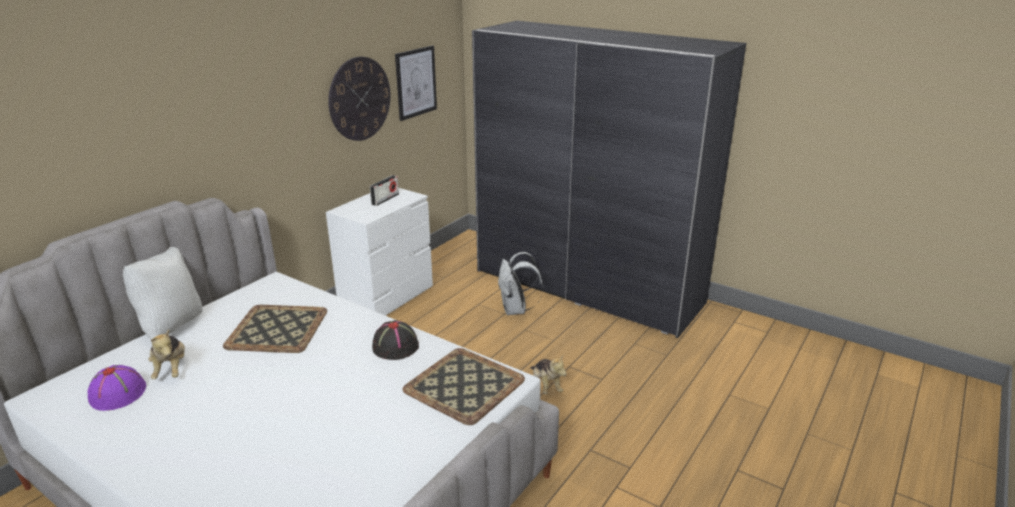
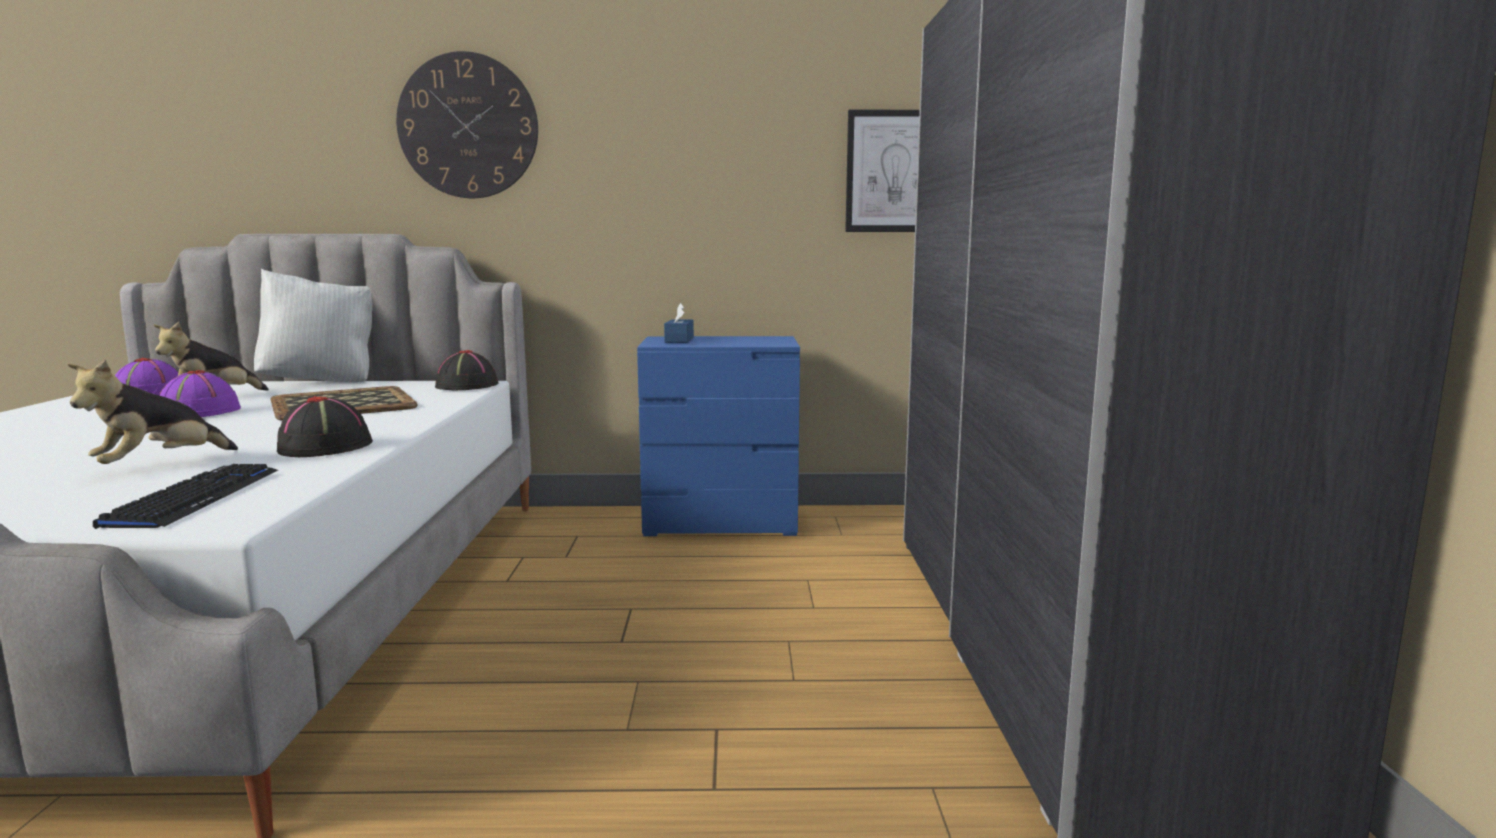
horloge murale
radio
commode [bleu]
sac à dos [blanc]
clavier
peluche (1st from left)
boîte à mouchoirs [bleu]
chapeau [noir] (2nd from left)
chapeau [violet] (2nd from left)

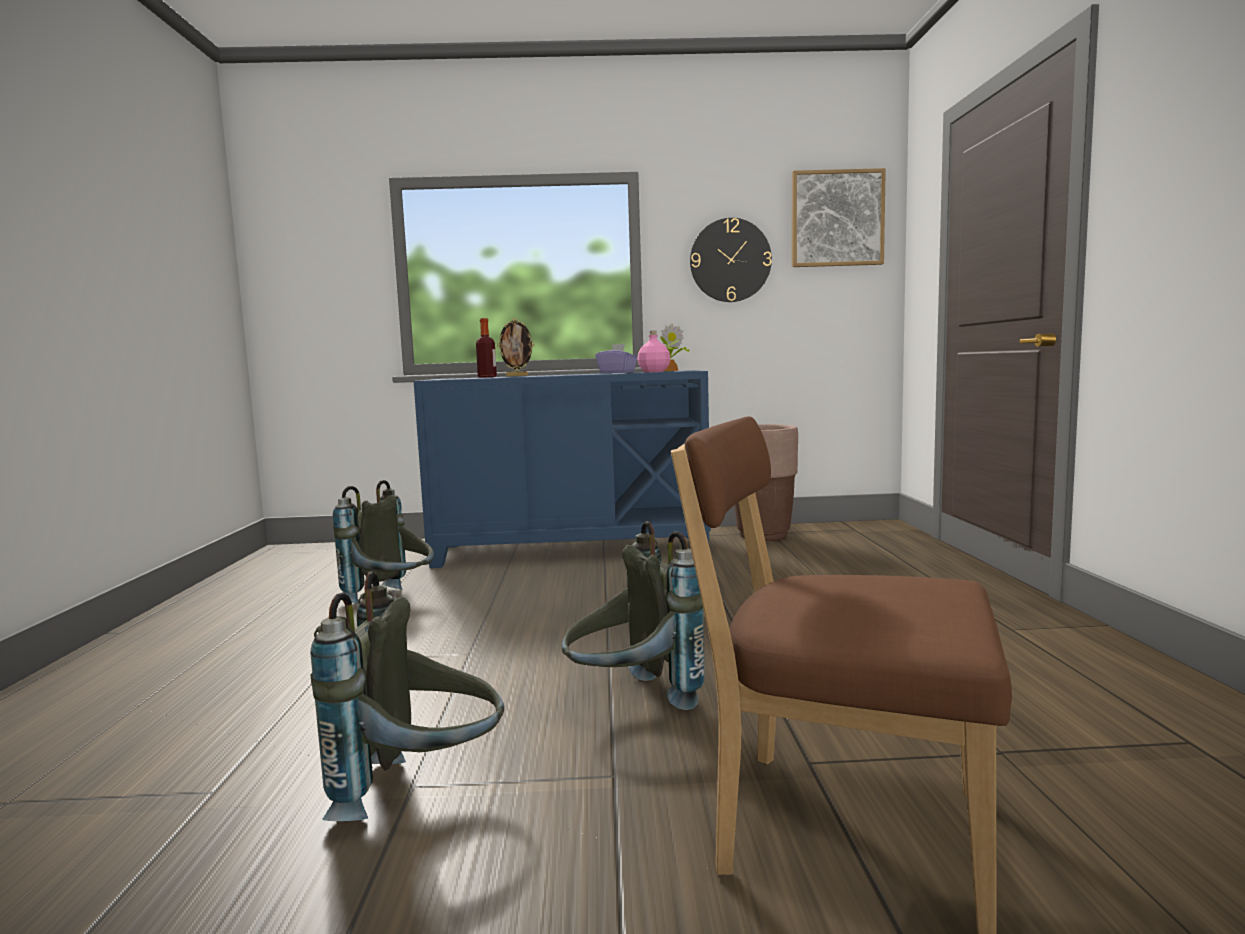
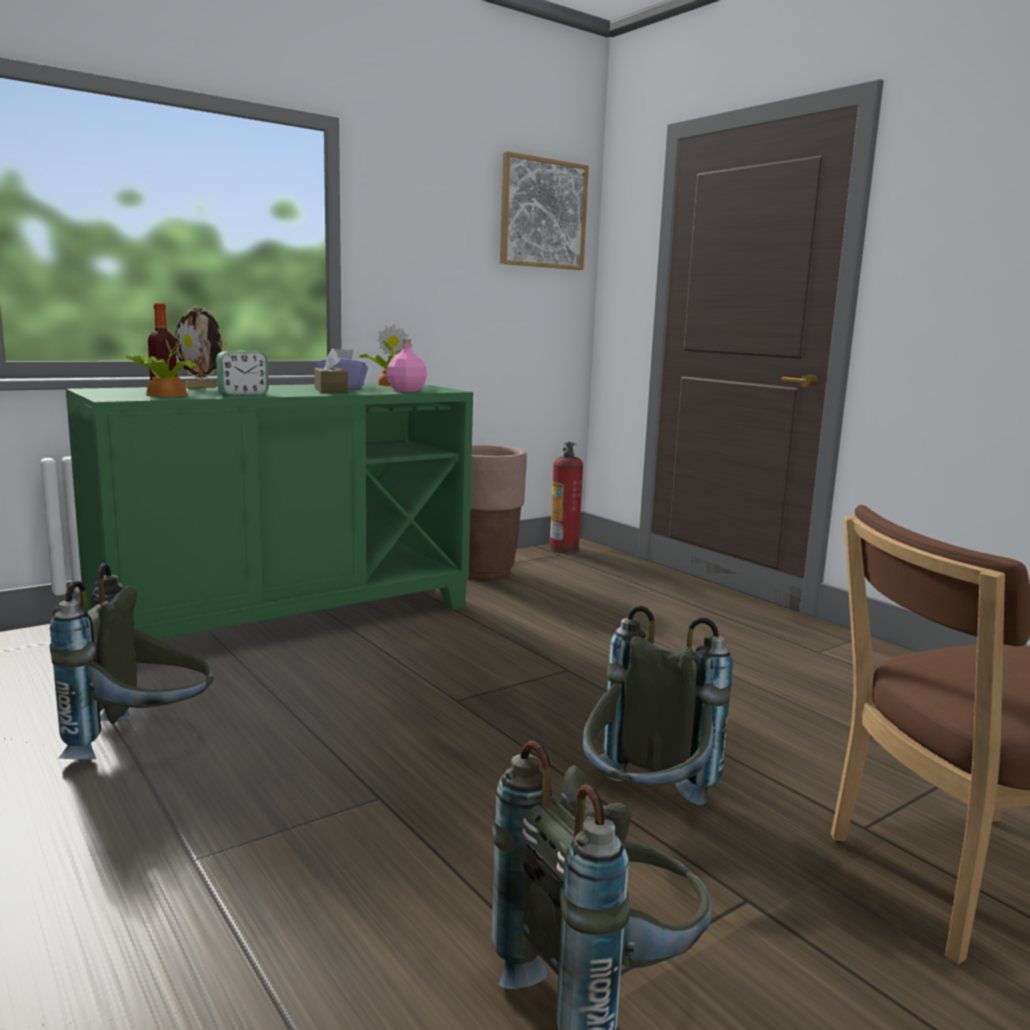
horloge murale
meuble de rangement [vert]
plante en pot (1st from left)
boîte à mouchoirs [marron]
réveil
extincteur

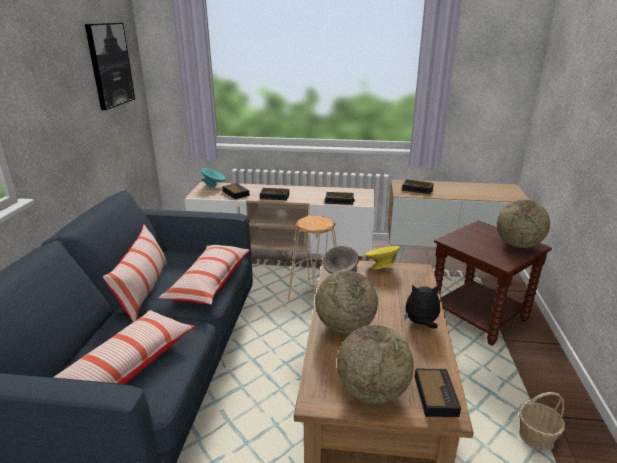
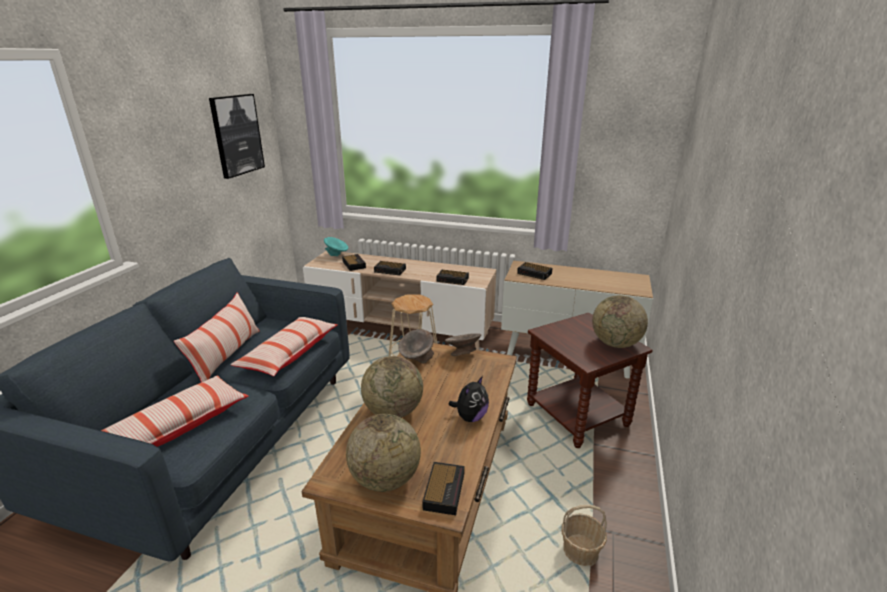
bol [gris] (2nd from left)
peluche

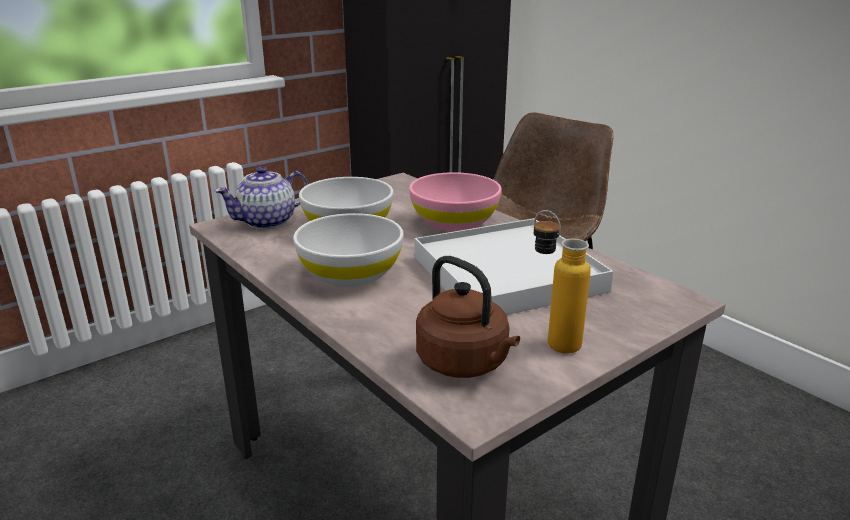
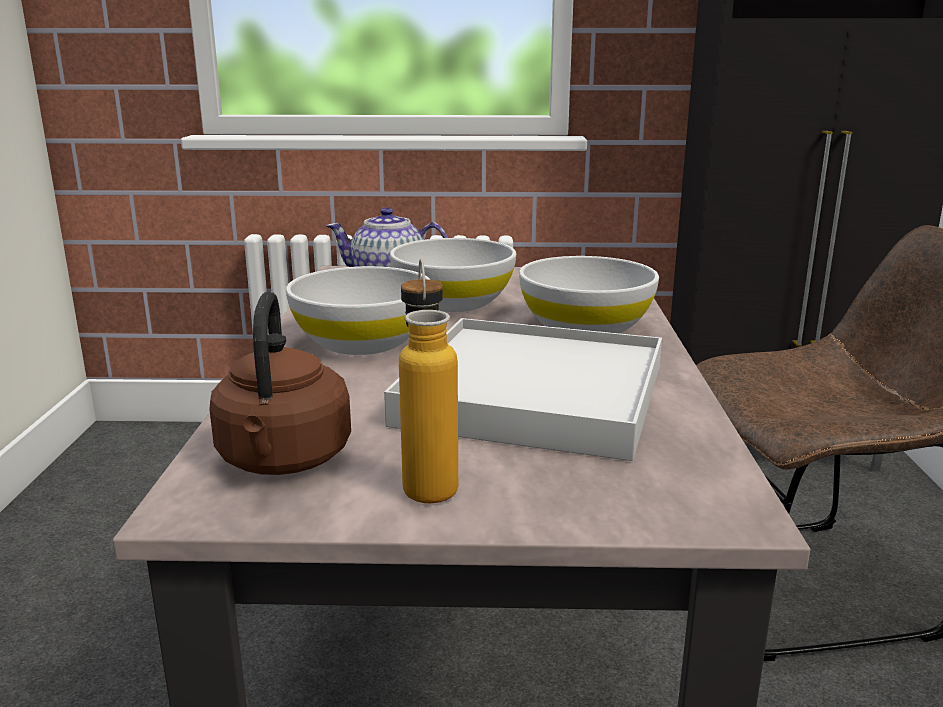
bol [blanc] (3rd from left)

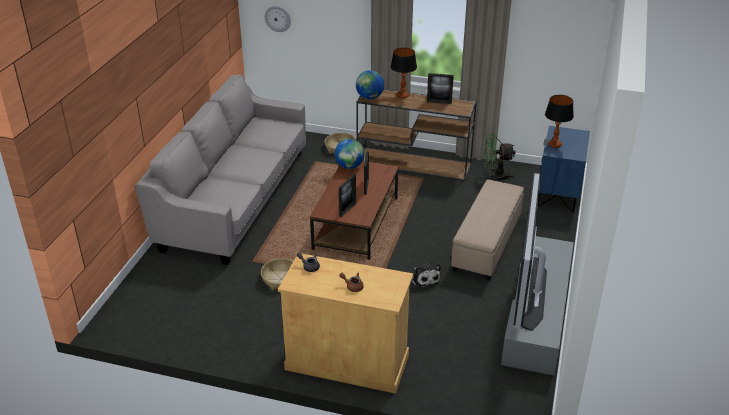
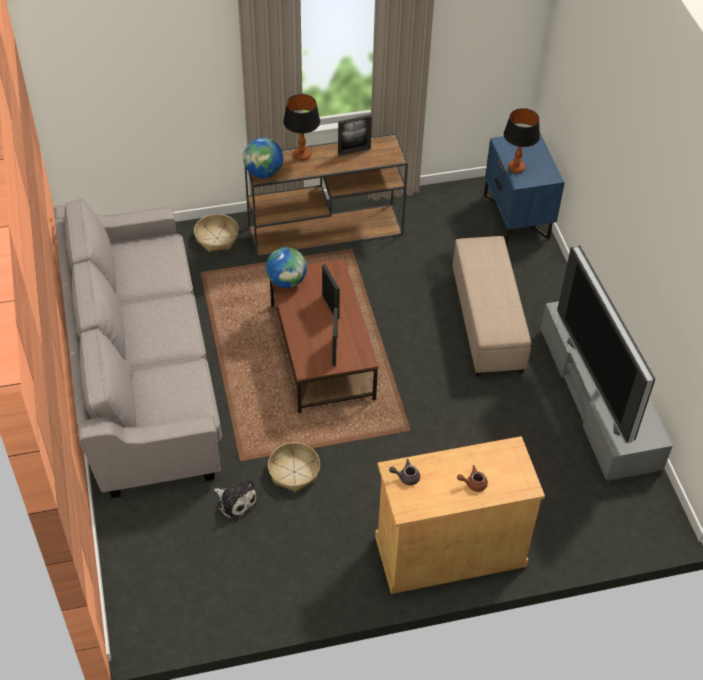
horloge murale
ventilateur [vert]
peluche

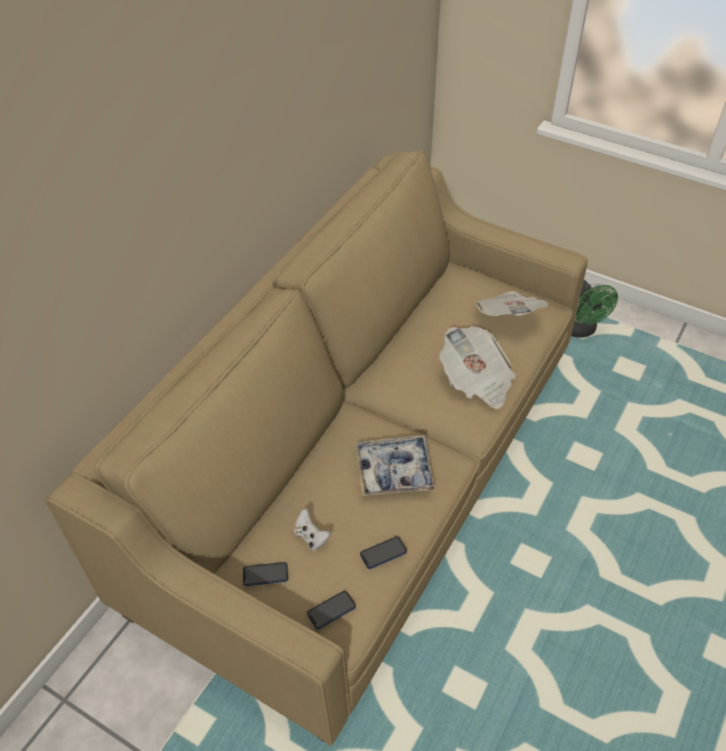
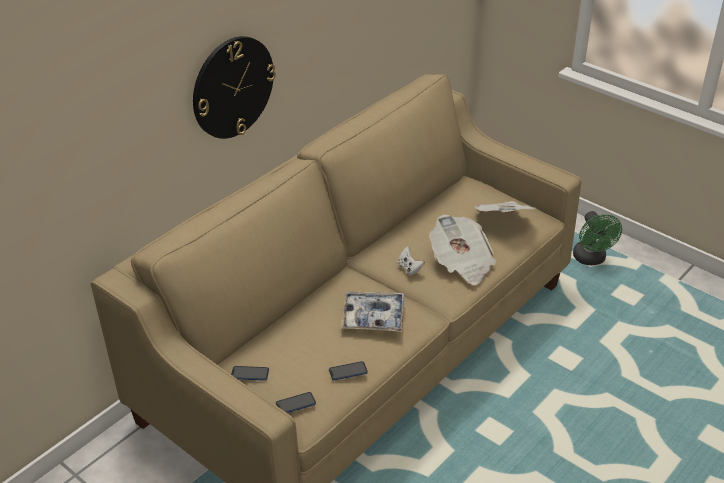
manette [blanc]
horloge murale

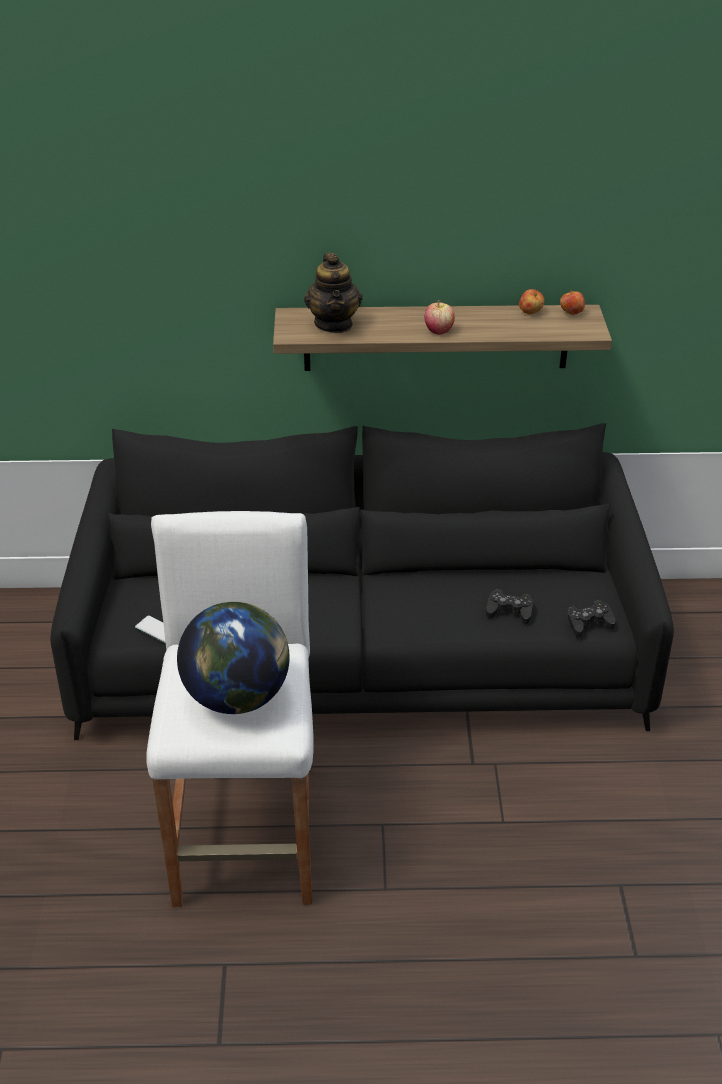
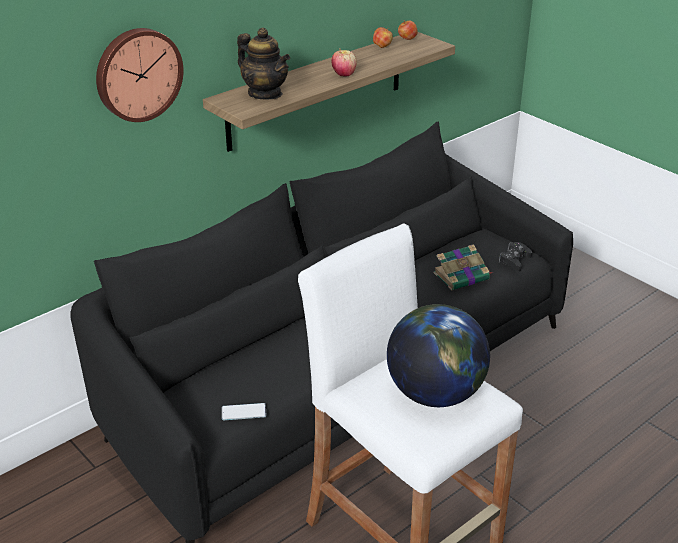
livre
horloge murale

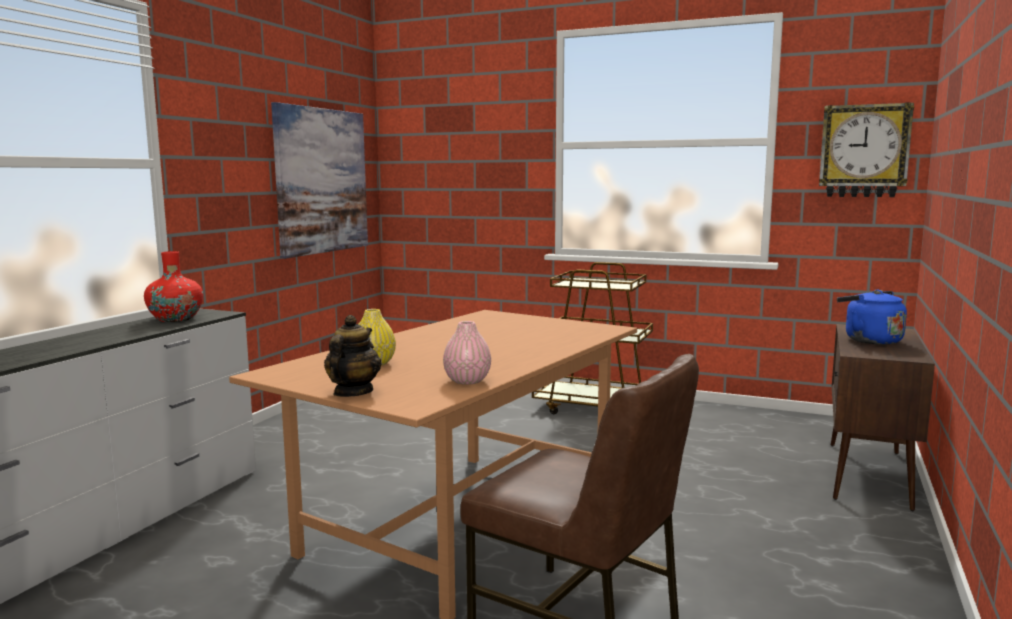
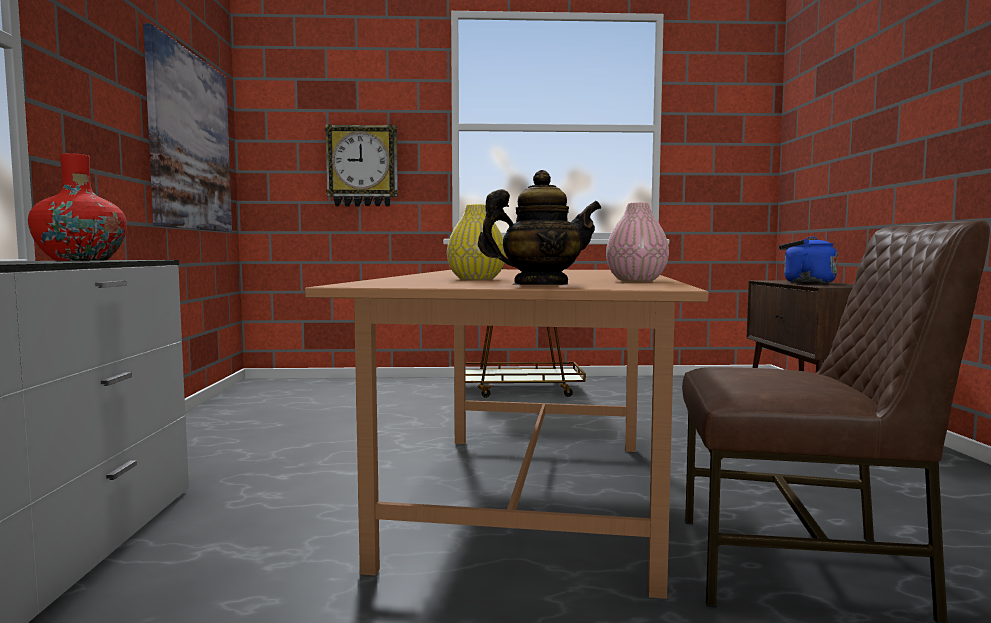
horloge murale
théière

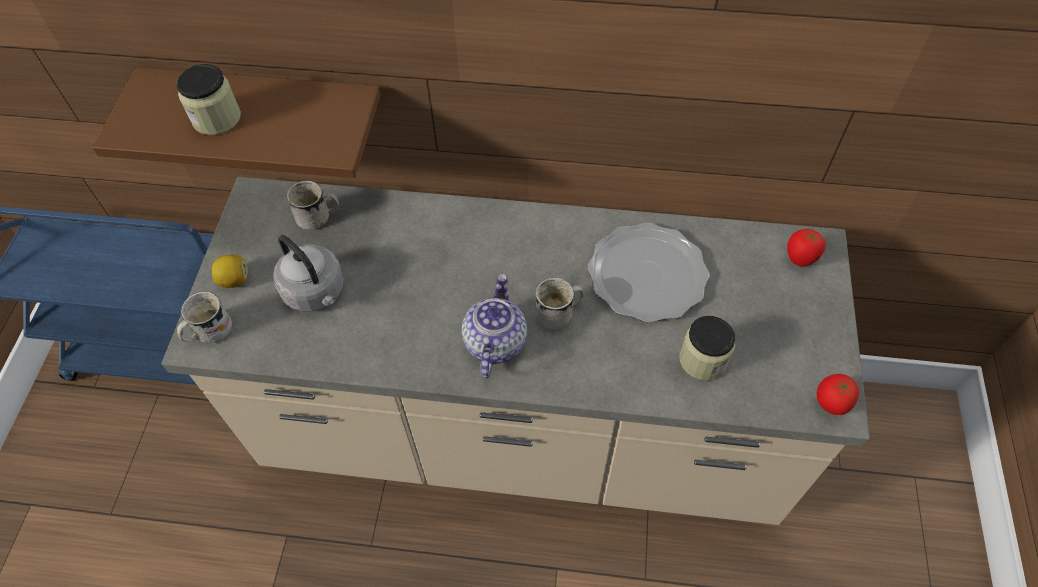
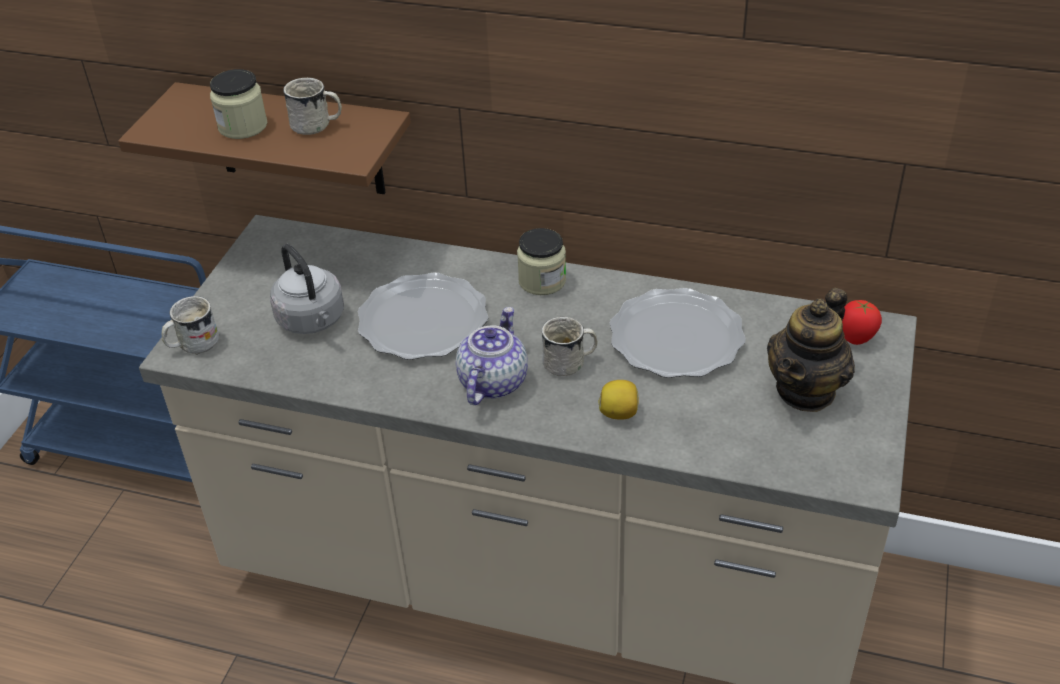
mug [blanc] (2nd from left)
citron
bocal (2nd from left)
tomate (2nd from left in the first image)
assiette (1st from left)
théière (2nd from left)

